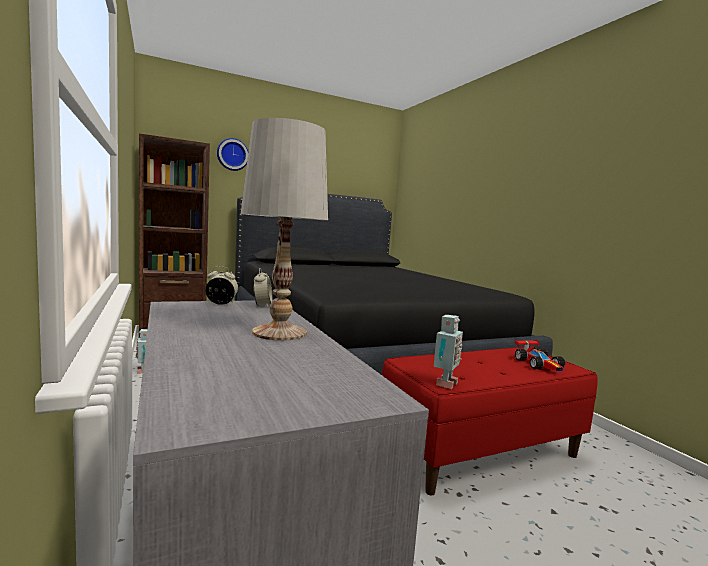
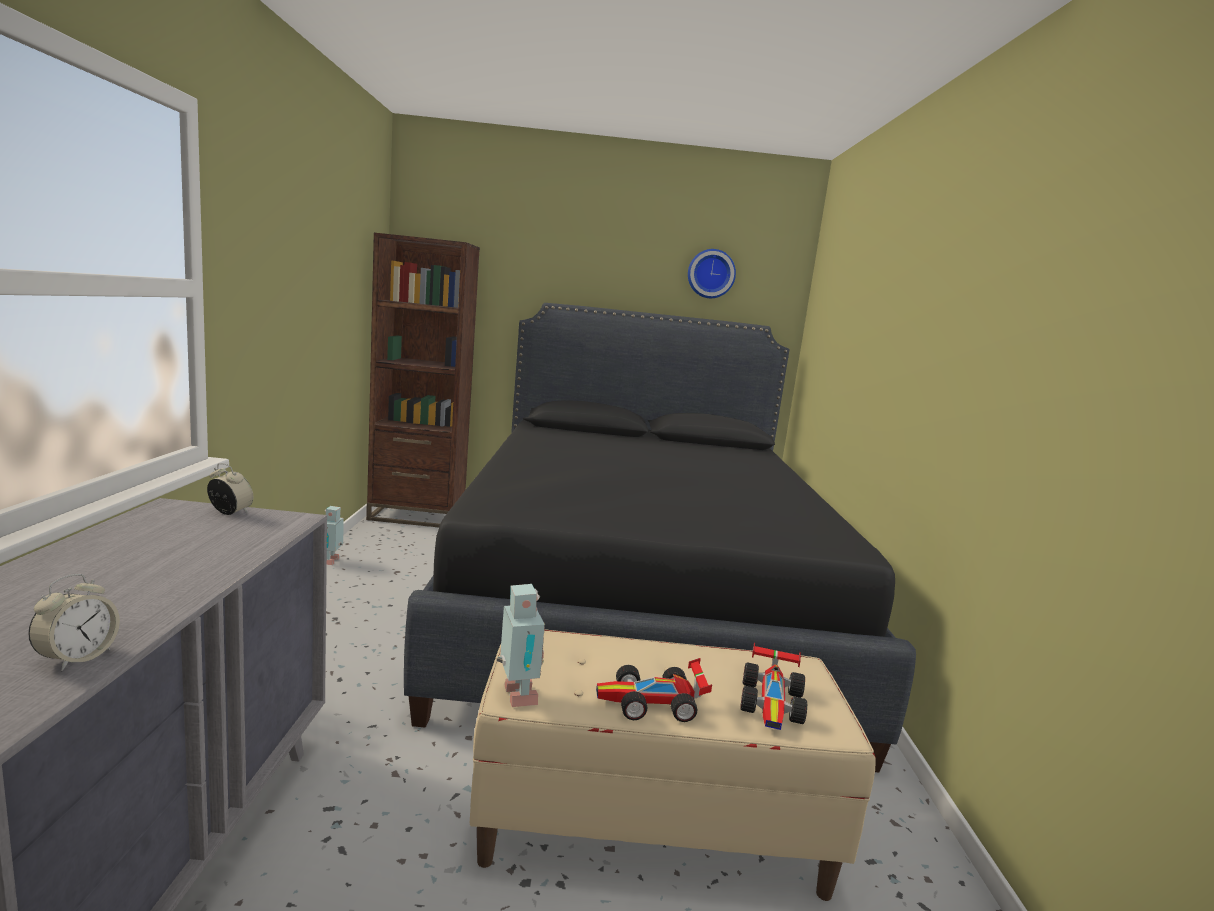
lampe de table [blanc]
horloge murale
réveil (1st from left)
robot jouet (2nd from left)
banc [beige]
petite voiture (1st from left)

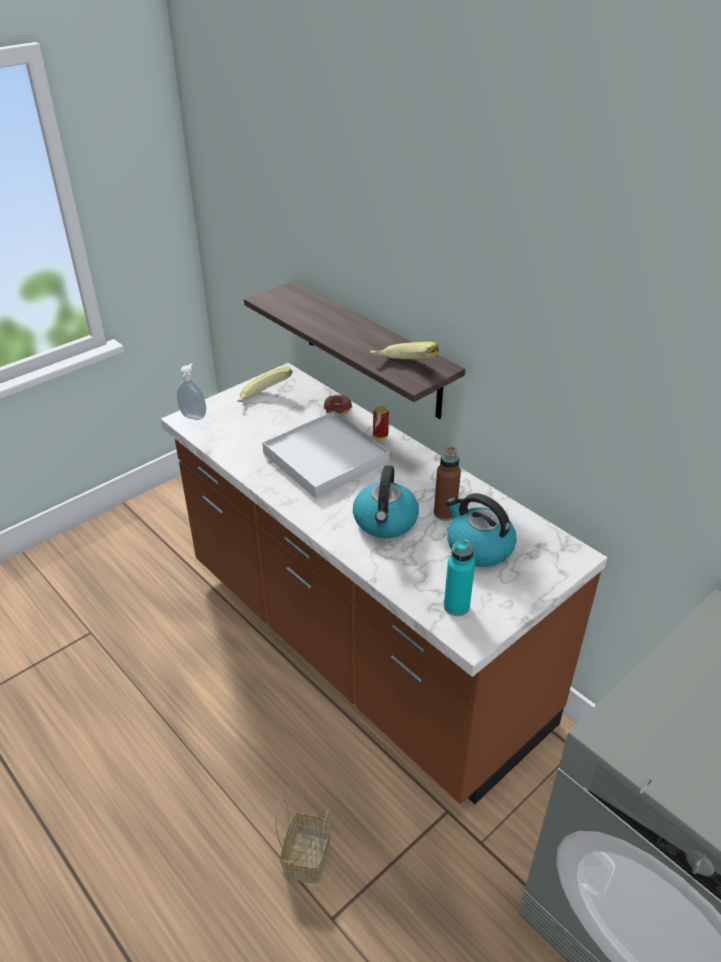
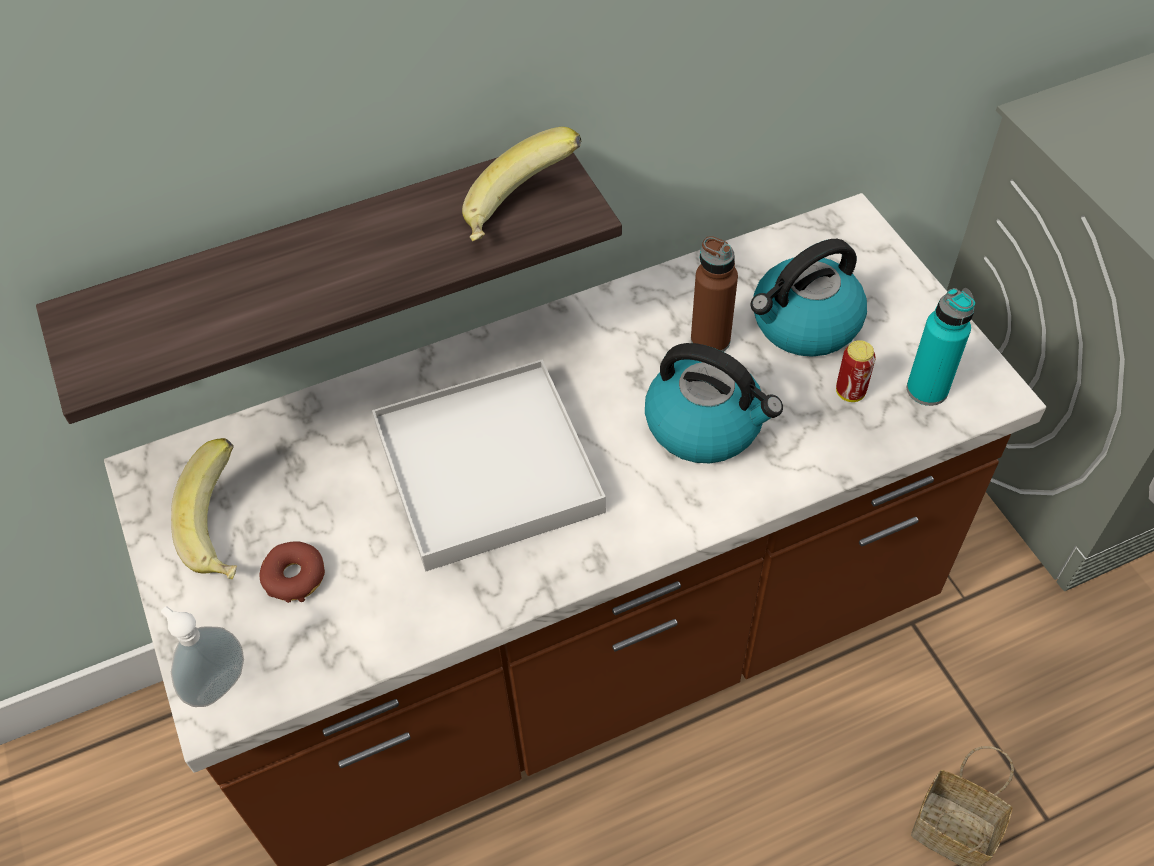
beignet
boîte métallique

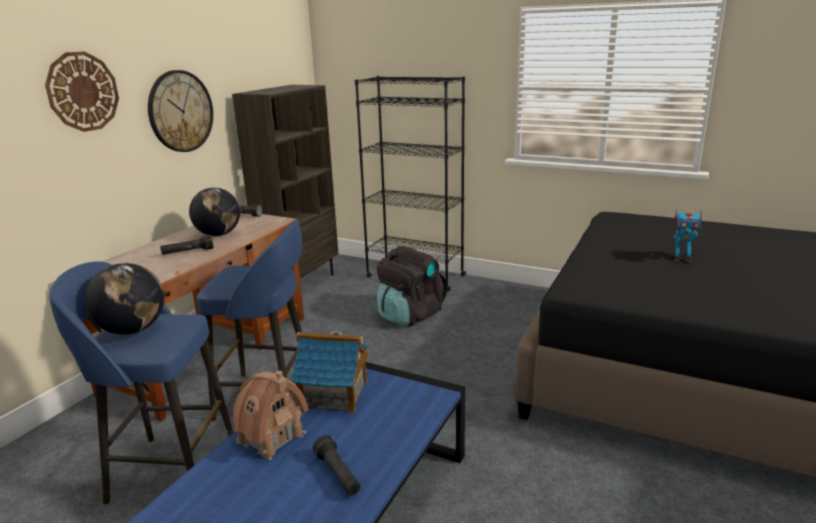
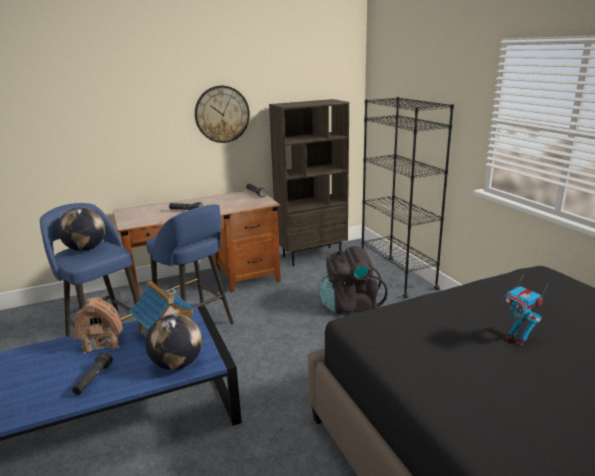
horloge murale (1st from left in the first image)
globe (2nd from left)

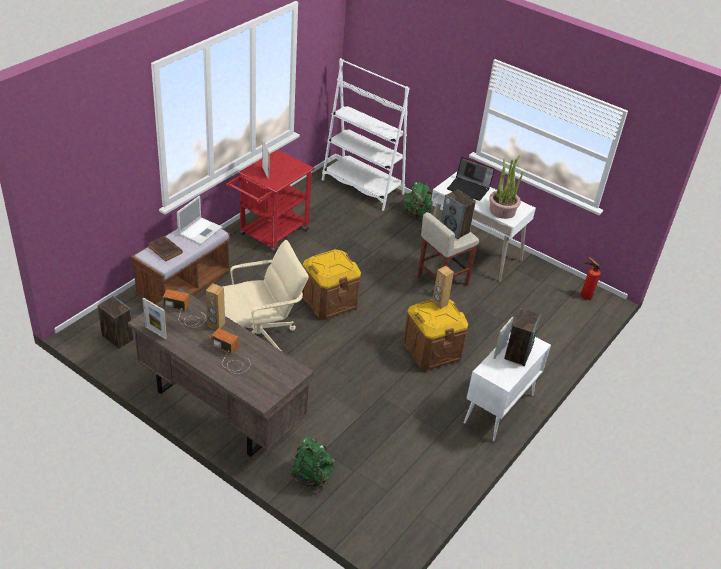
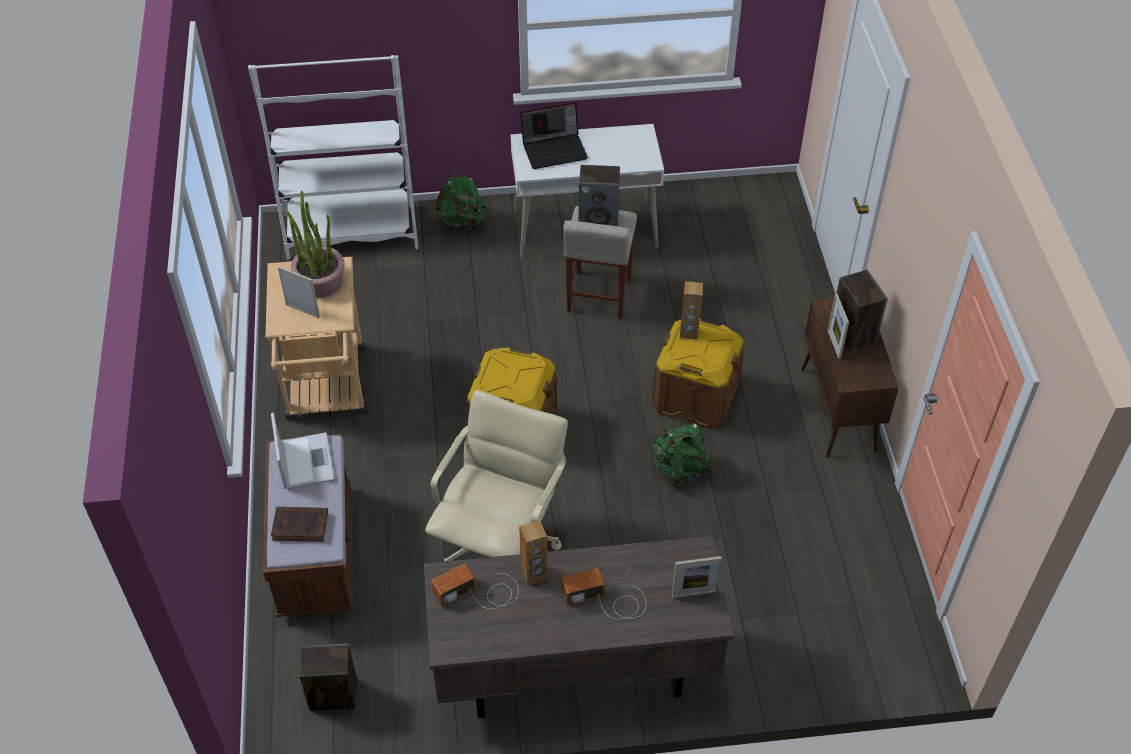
chariot [beige]
plante en pot
extincteur
cadre photo (2nd from left)
meuble de rangement [marron]
sac à dos [vert] (2nd from left)

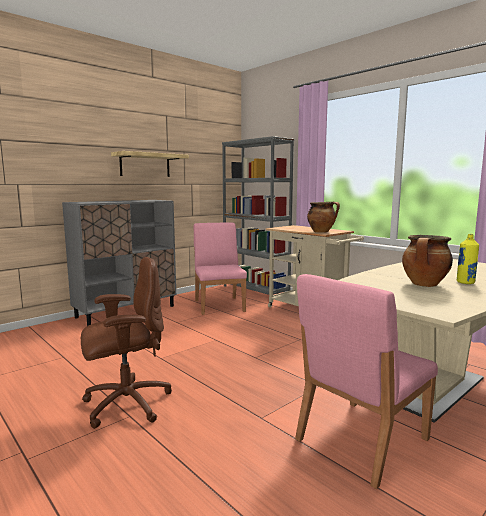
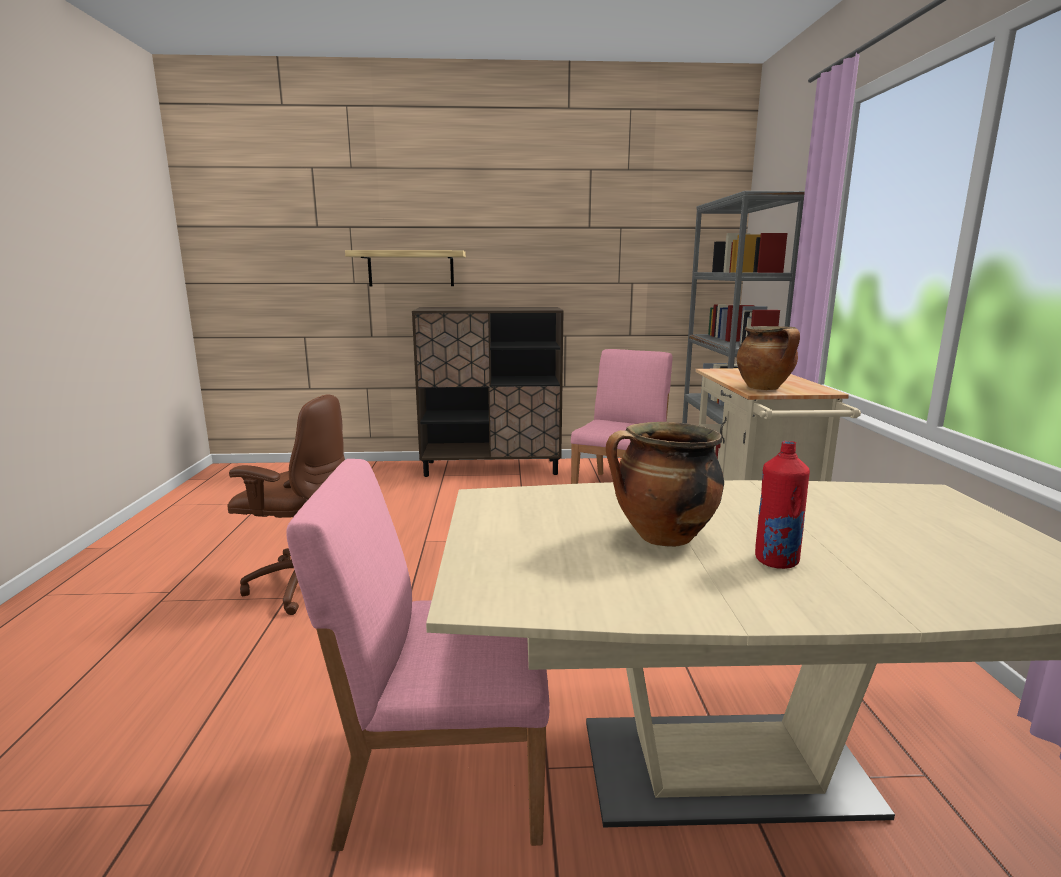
étagère
meuble de rangement [marron]
bouteille [rouge]

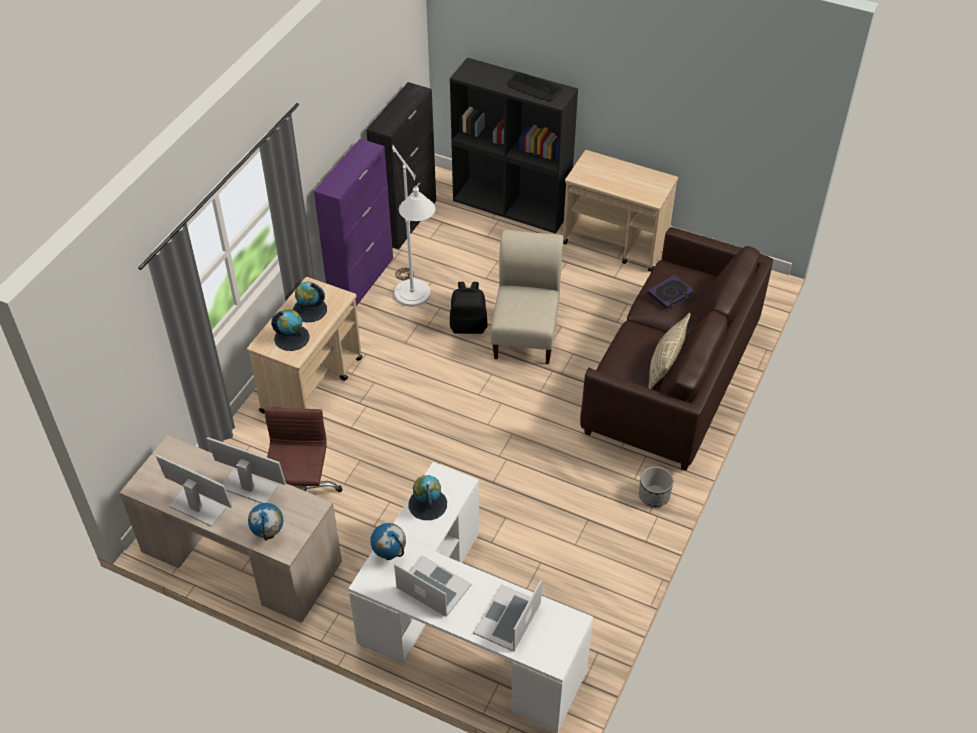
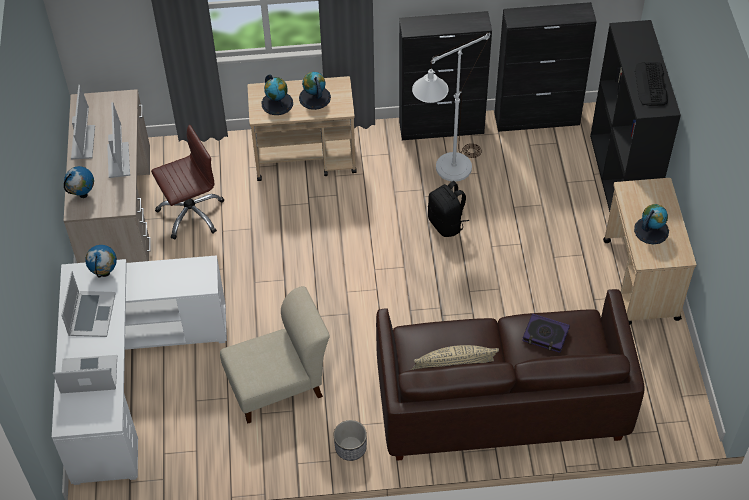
meuble de rangement [noir] (1st from left)
chaise [beige]
globe (5th from left)

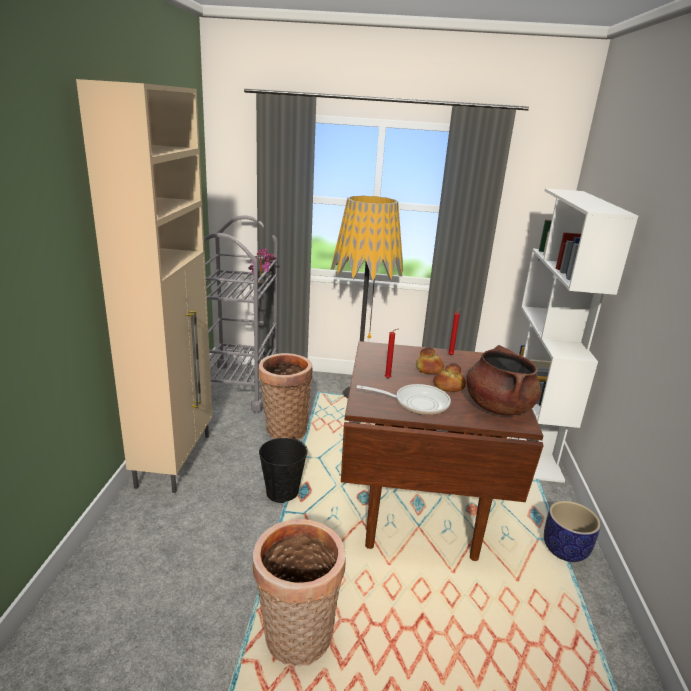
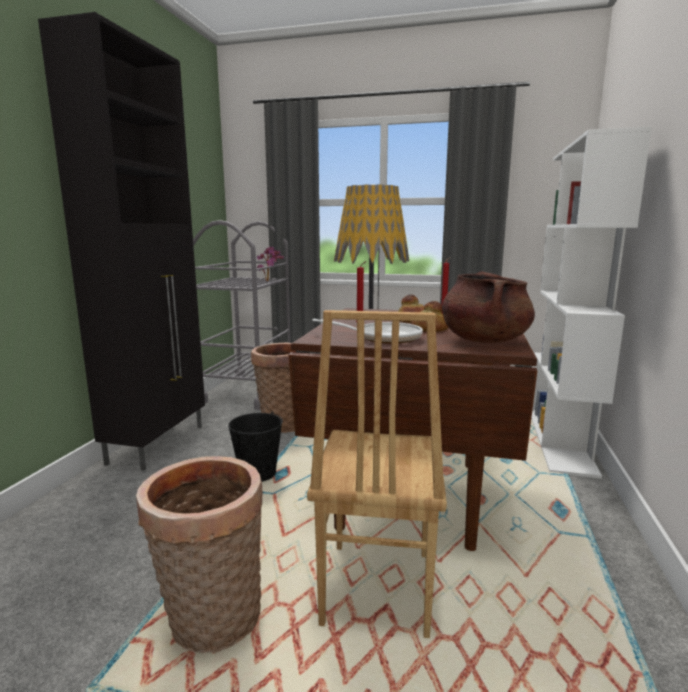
meuble de rangement [noir]
cache-pot
chaise [marron]

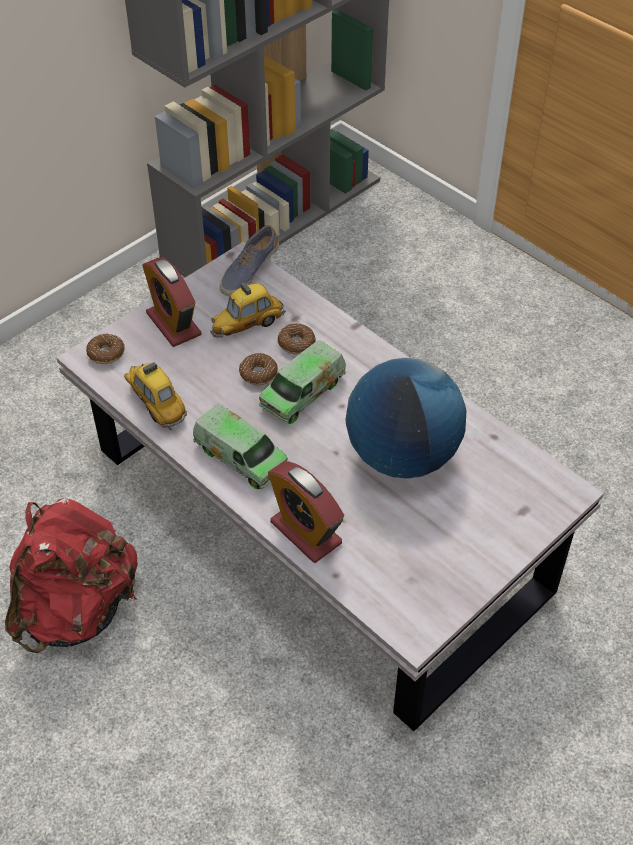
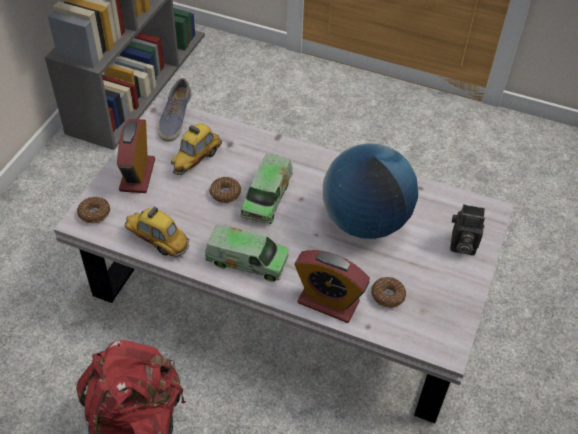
réveil (1st from left)
beignet (3rd from left)
appareil photo

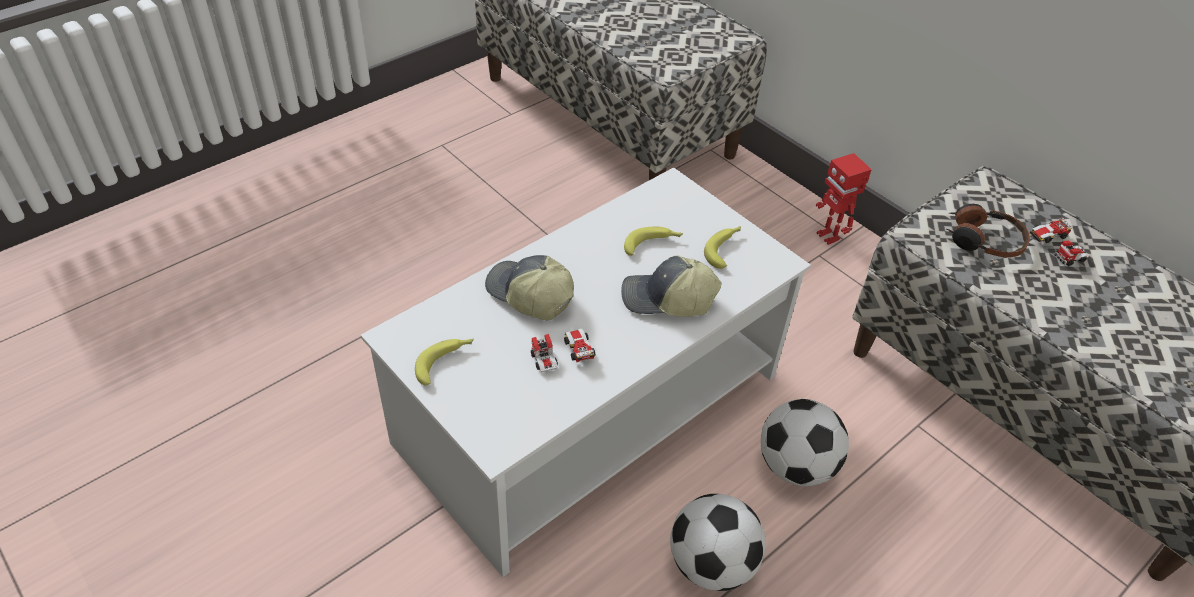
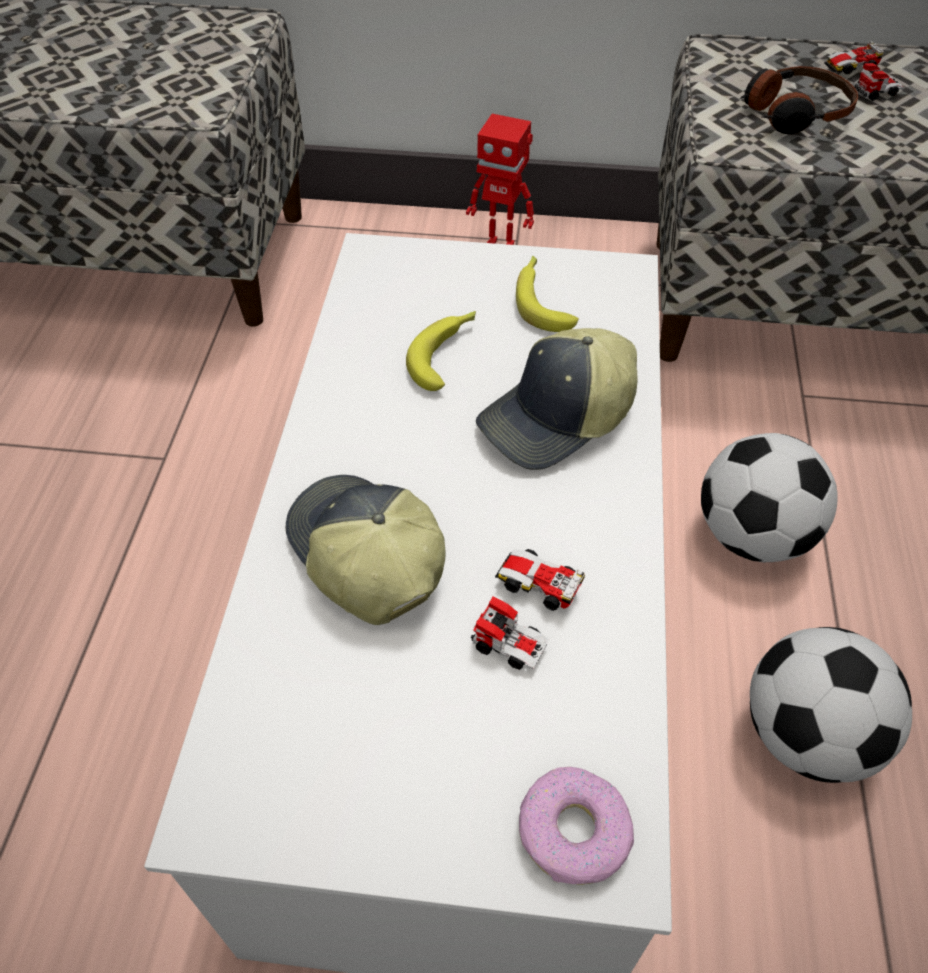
petite voiture (2nd from left)
casquette (1st from left)
banane (1st from left in the first image)
beignet

